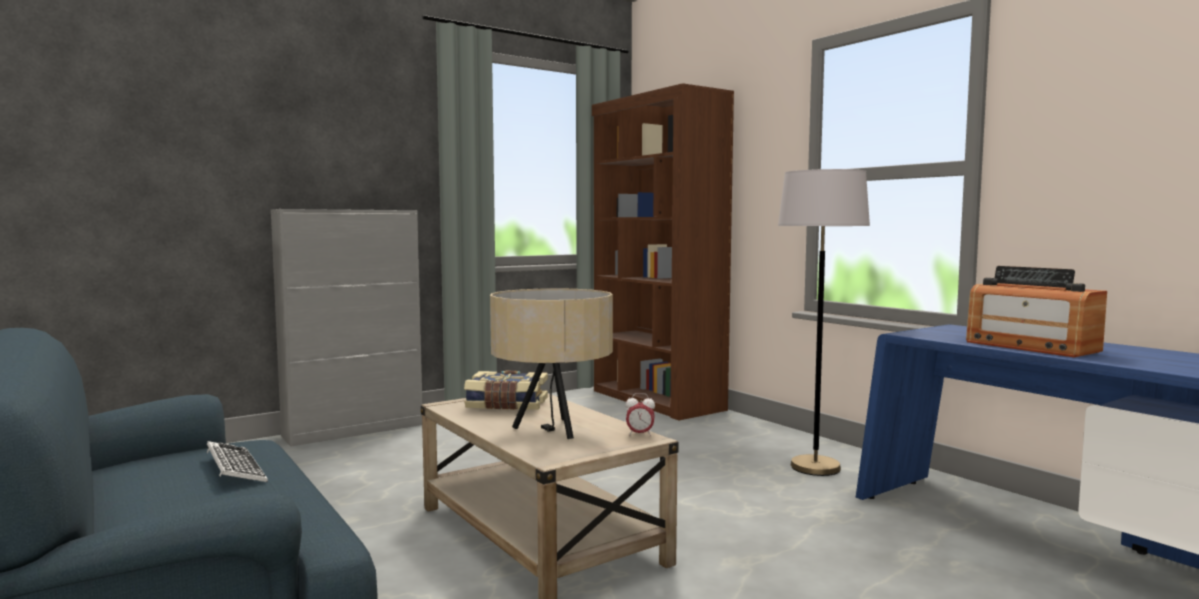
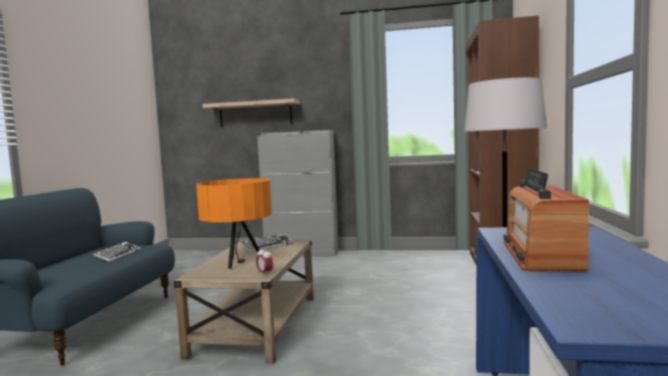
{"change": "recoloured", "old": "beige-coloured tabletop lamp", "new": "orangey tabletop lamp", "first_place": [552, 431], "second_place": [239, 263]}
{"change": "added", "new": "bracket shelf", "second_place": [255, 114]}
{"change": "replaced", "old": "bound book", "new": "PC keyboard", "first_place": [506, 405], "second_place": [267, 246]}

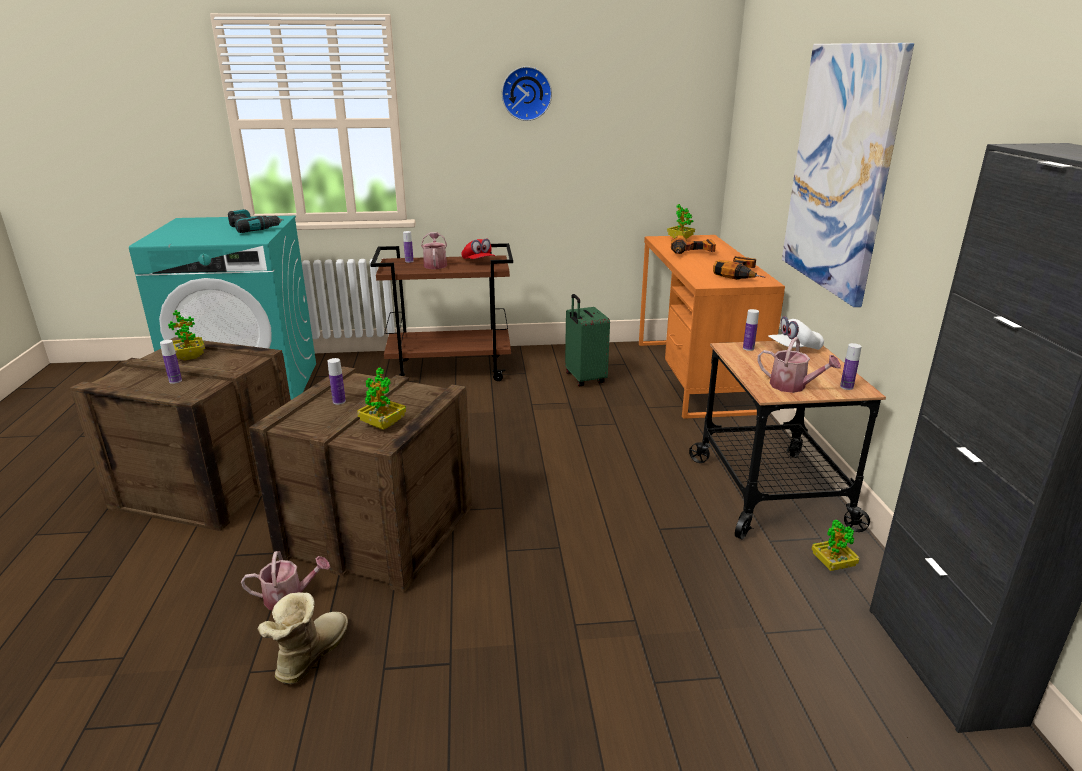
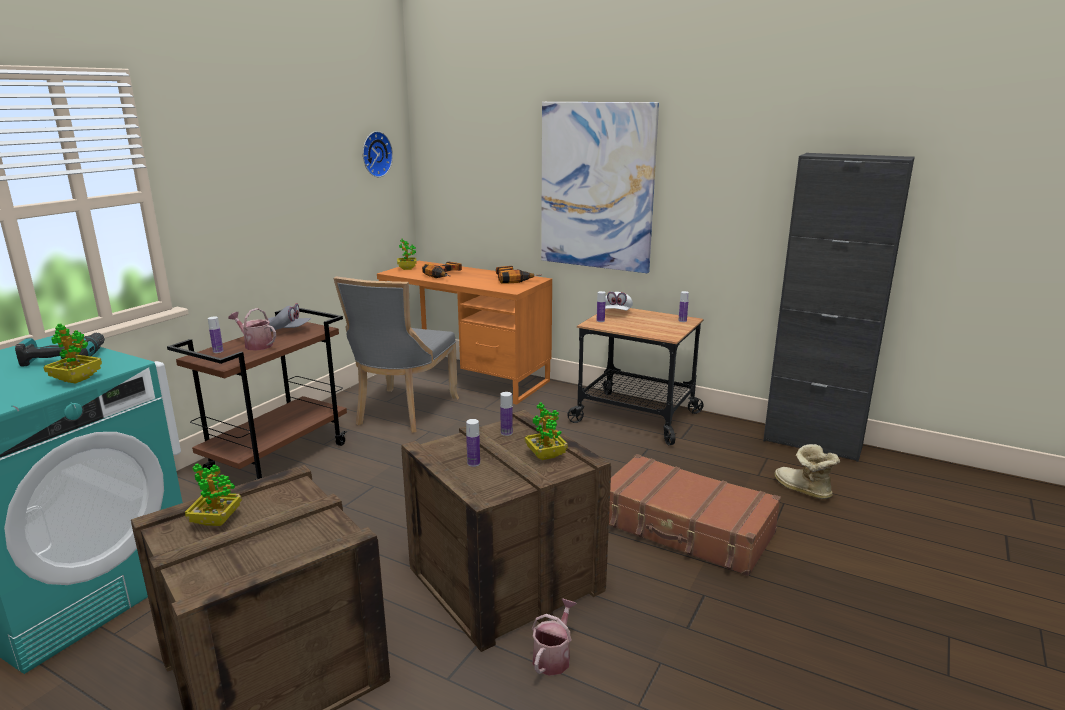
{"change": "moved", "old": "potted plant", "first_place": [832, 565], "second_place": [76, 379]}
{"change": "recoloured", "old": "red baseball cap", "new": "gray baseball cap", "first_place": [478, 262], "second_place": [288, 330]}
{"change": "replaced", "old": "greenish travel case", "new": "gray chair", "first_place": [584, 379], "second_place": [403, 412]}
{"change": "moved", "old": "hanging clock", "first_place": [526, 93], "second_place": [375, 154]}
{"change": "moved", "old": "bottle", "first_place": [175, 381], "second_place": [506, 433]}
{"change": "added", "new": "brown-coloured travel case", "second_place": [685, 528]}
{"change": "moved", "old": "boot", "first_place": [308, 655], "second_place": [802, 490]}
{"change": "removed", "old": "sprinkling can", "first_place": [793, 386]}

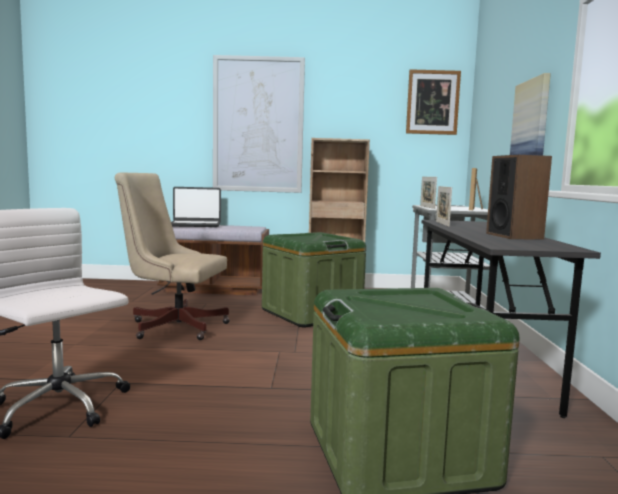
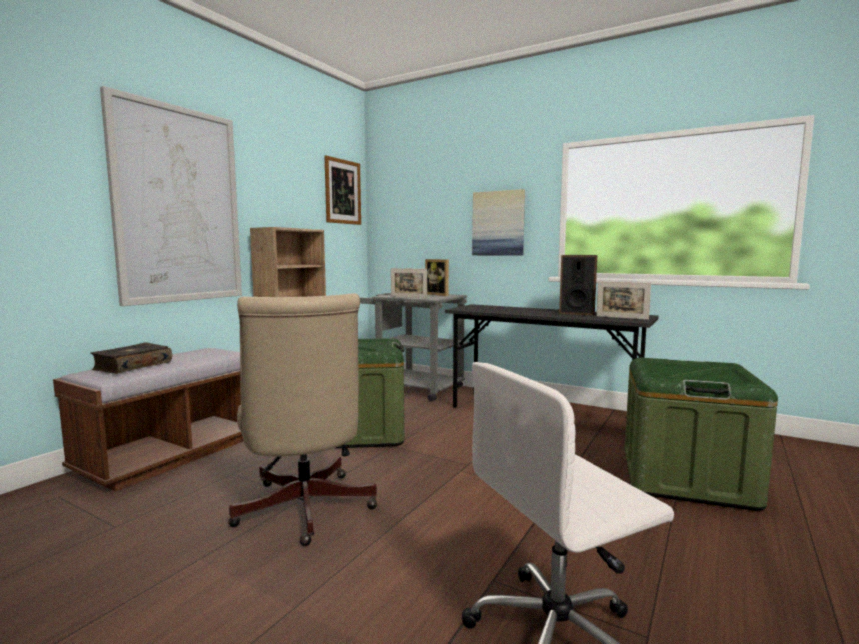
{"change": "replaced", "old": "portable computer", "new": "bound book", "first_place": [195, 225], "second_place": [132, 366]}
{"change": "turned", "old": "beige-coloured desk chair", "first_place": [173, 326], "second_place": [304, 512], "degrees": -60}
{"change": "moved", "old": "standing frame", "first_place": [442, 224], "second_place": [621, 317]}

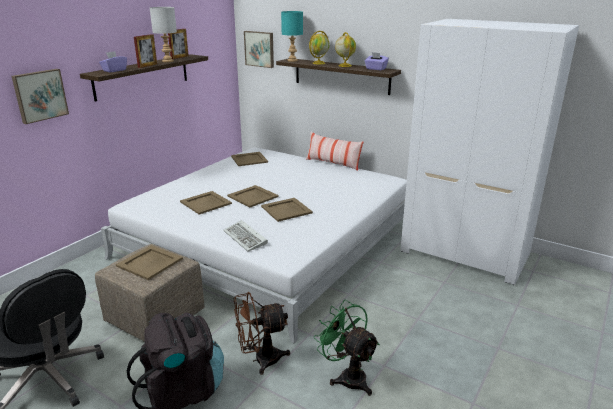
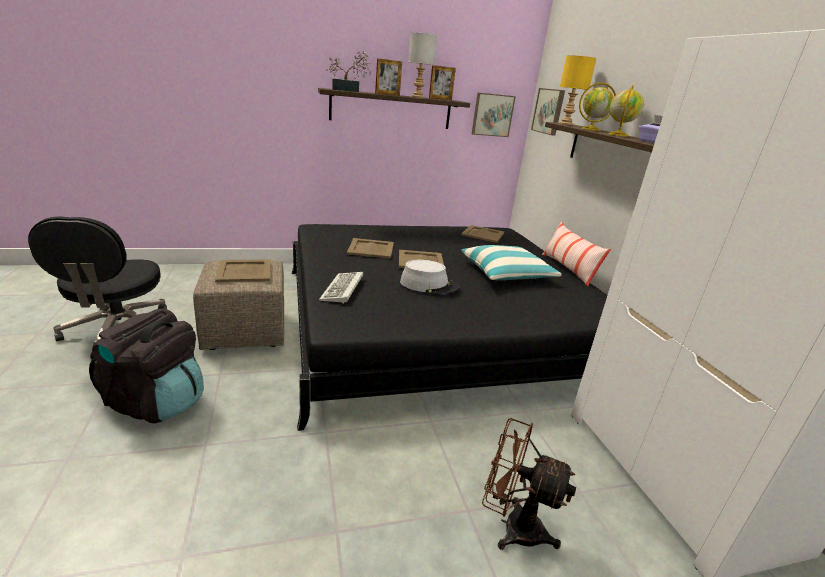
{"change": "recoloured", "old": "whitish bedroom bed", "new": "black-coloured bedroom bed", "first_place": [269, 240], "second_place": [436, 323]}
{"change": "replaced", "old": "purple tissue holder", "new": "potted plant", "first_place": [114, 70], "second_place": [349, 90]}
{"change": "replaced", "old": "beige-coloured carrying tray", "new": "gray hat", "first_place": [286, 209], "second_place": [429, 285]}
{"change": "added", "new": "throw pillow", "second_place": [506, 273]}
{"change": "moved", "old": "wall picture", "first_place": [40, 95], "second_place": [492, 115]}
{"change": "moved", "old": "brown-coloured fan", "first_place": [260, 360], "second_place": [512, 526]}
{"change": "recoloured", "old": "turquoise tabletop lamp", "new": "yellow-coloured tabletop lamp", "first_place": [292, 60], "second_place": [565, 124]}
{"change": "removed", "old": "greenish fan", "first_place": [347, 376]}

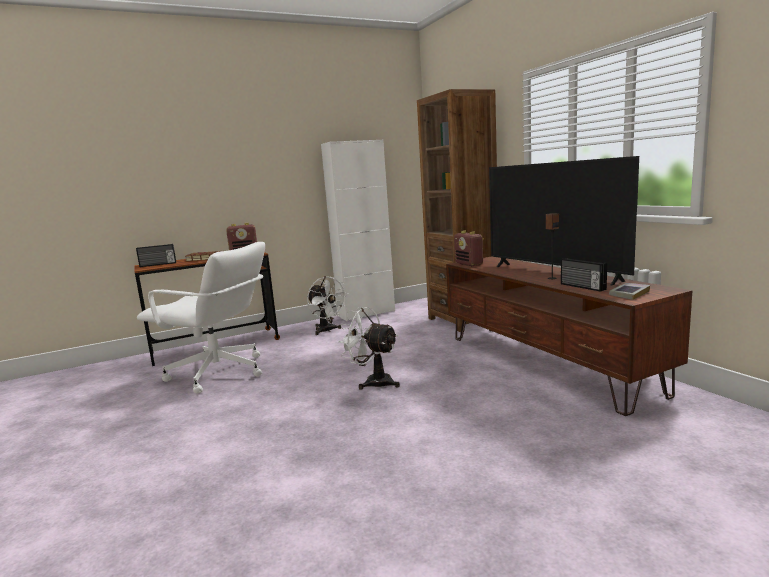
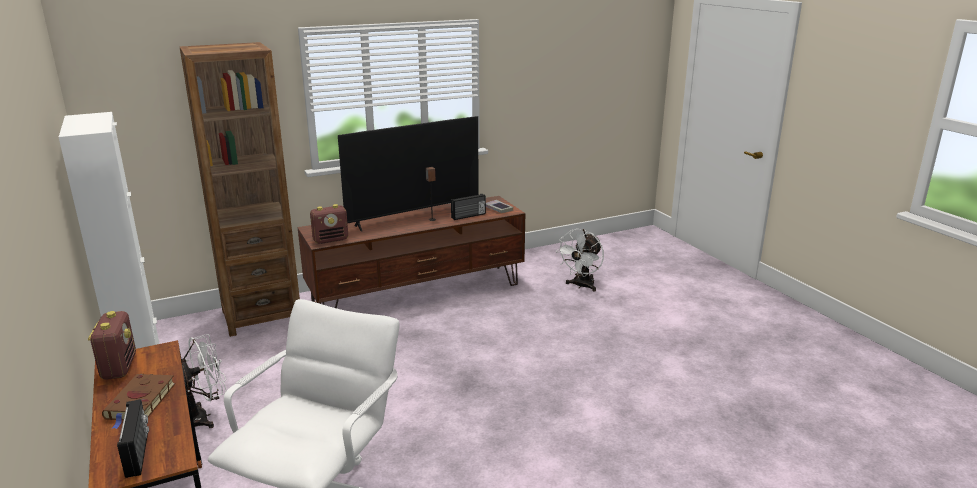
{"change": "moved", "old": "whitish fan", "first_place": [373, 382], "second_place": [581, 286]}

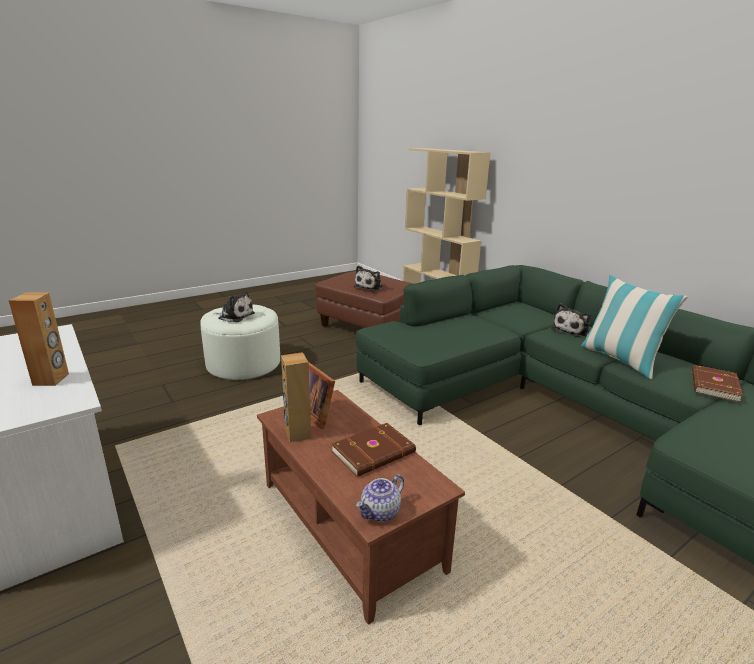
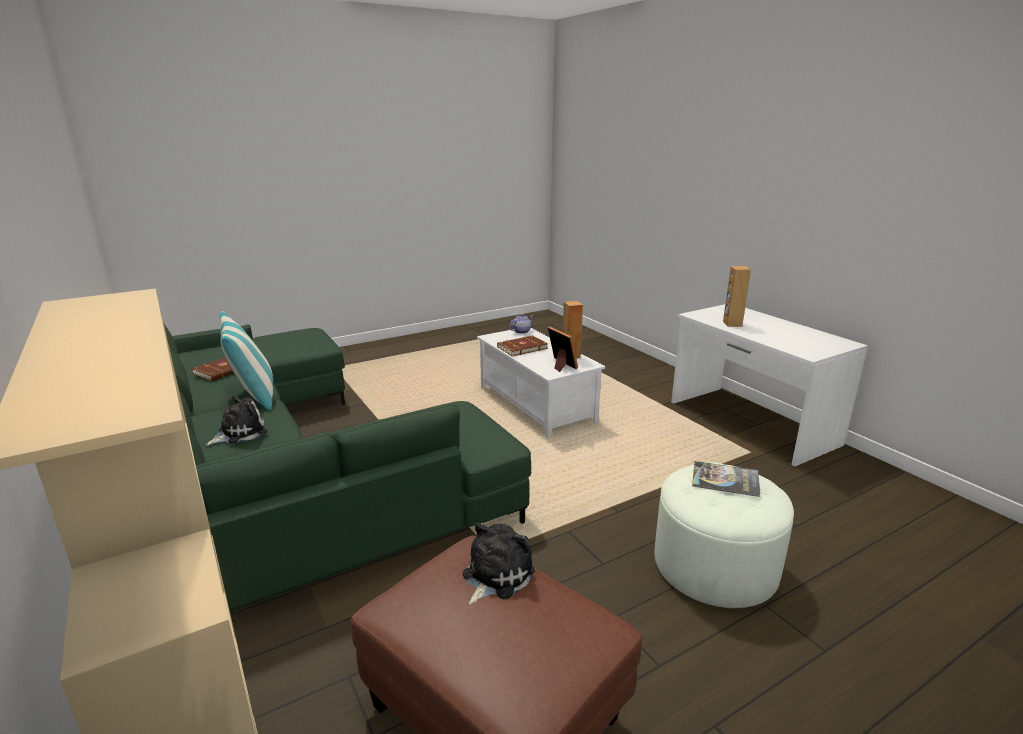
{"change": "recoloured", "old": "brown-coloured lounge table", "new": "whitish lounge table", "first_place": [351, 524], "second_place": [535, 405]}
{"change": "replaced", "old": "soft toy", "new": "bound book", "first_place": [235, 316], "second_place": [725, 479]}

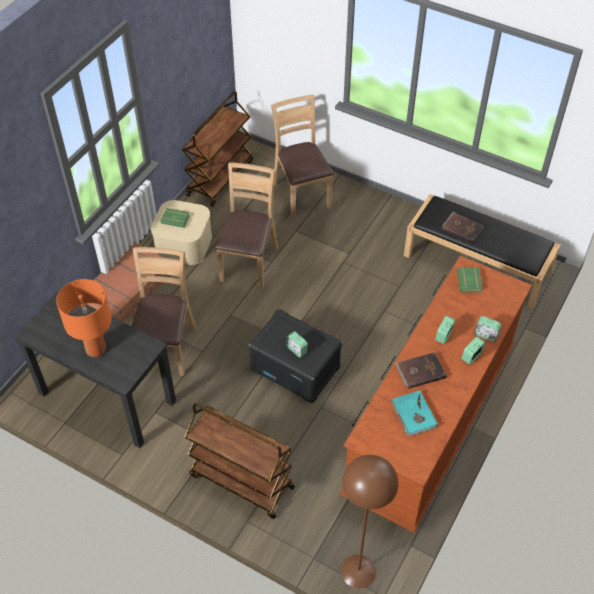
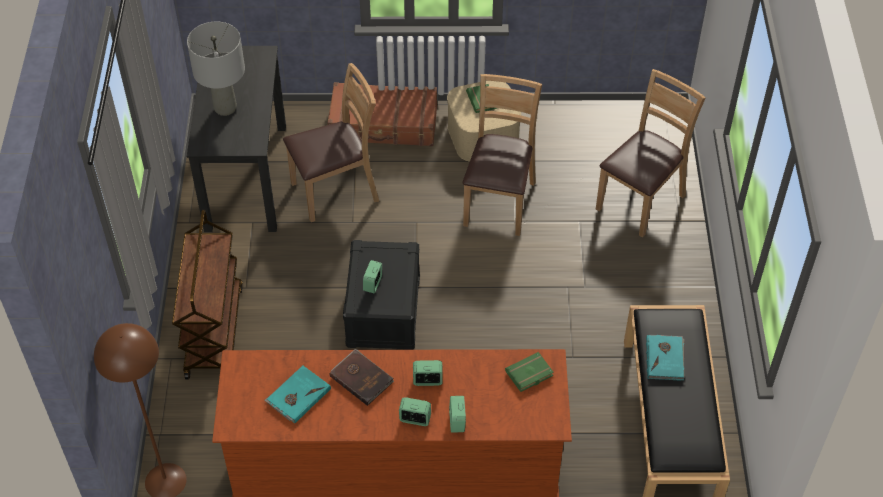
{"change": "recoloured", "old": "orangey tabletop lamp", "new": "gray tabletop lamp", "first_place": [96, 349], "second_place": [225, 108]}
{"change": "turned", "old": "brown-coloured chair", "first_place": [249, 263], "second_place": [499, 202], "degrees": -60}
{"change": "recoloured", "old": "brown-coloured bound book", "new": "turquoise bound book", "first_place": [462, 228], "second_place": [665, 359]}
{"change": "removed", "old": "brown-coloured trolley", "first_place": [220, 177]}

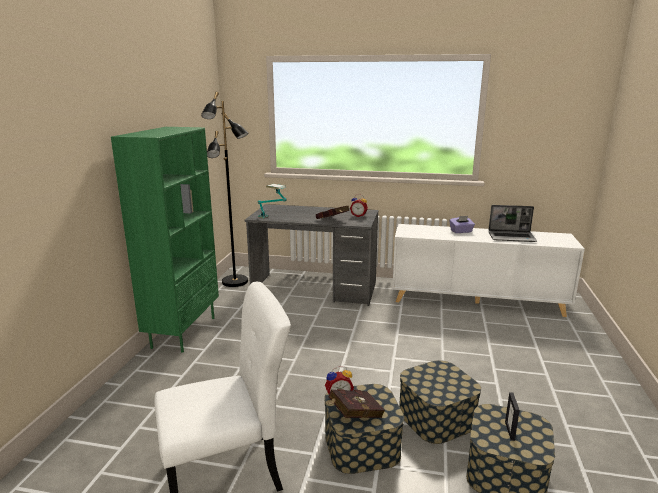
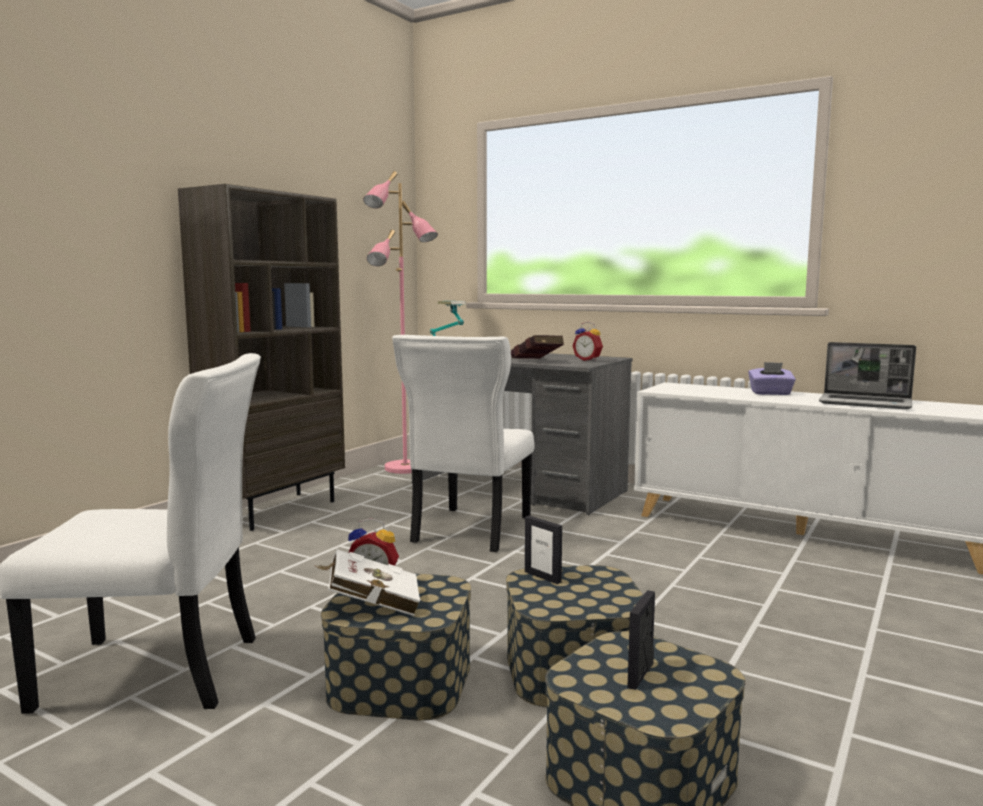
{"change": "recoloured", "old": "greenish bookcase", "new": "brown-coloured bookcase", "first_place": [183, 332], "second_place": [276, 510]}
{"change": "recoloured", "old": "red bound book", "new": "whitish bound book", "first_place": [353, 415], "second_place": [370, 605]}
{"change": "recoloured", "old": "black-coloured standard lamp", "new": "pink-coloured standard lamp", "first_place": [235, 282], "second_place": [405, 469]}
{"change": "added", "new": "whitish chair", "second_place": [469, 531]}
{"change": "added", "new": "standing frame", "second_place": [543, 577]}

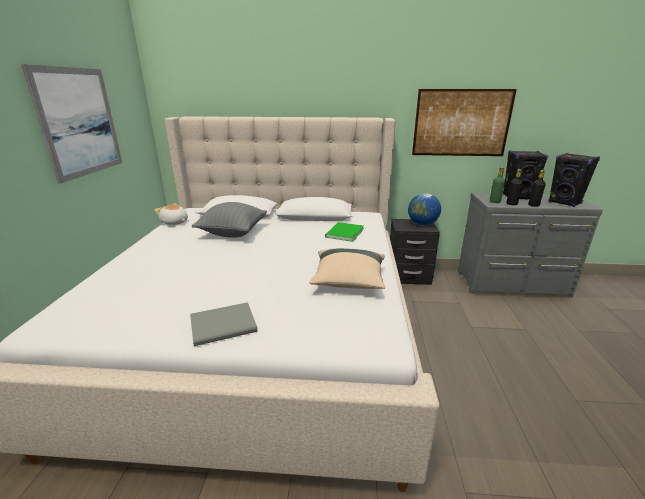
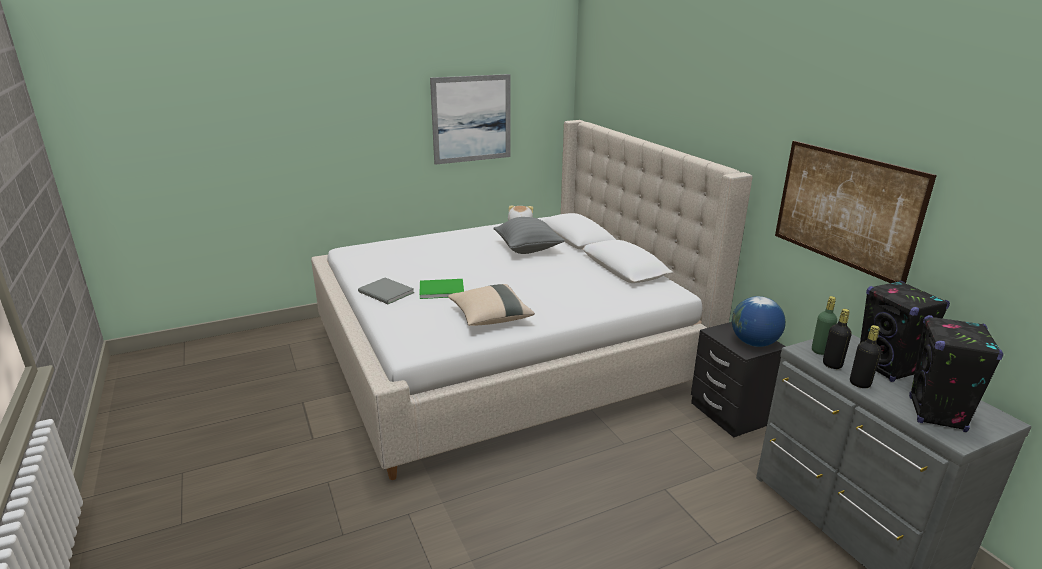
{"change": "moved", "old": "greenish bound book", "first_place": [343, 233], "second_place": [440, 290]}

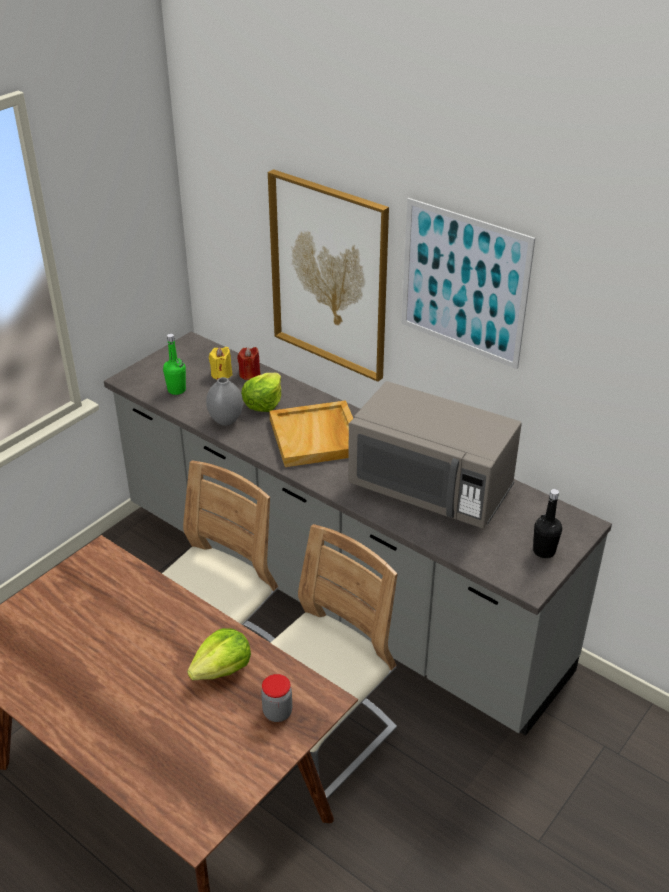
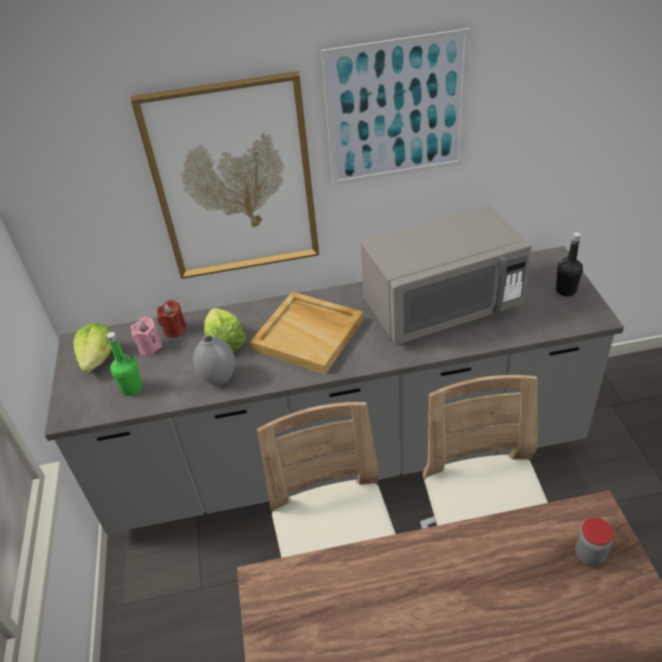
{"change": "moved", "old": "lettuce", "first_place": [222, 669], "second_place": [98, 359]}
{"change": "recoloured", "old": "yellow-coloured wax light", "new": "pink-coloured wax light", "first_place": [221, 374], "second_place": [150, 347]}

